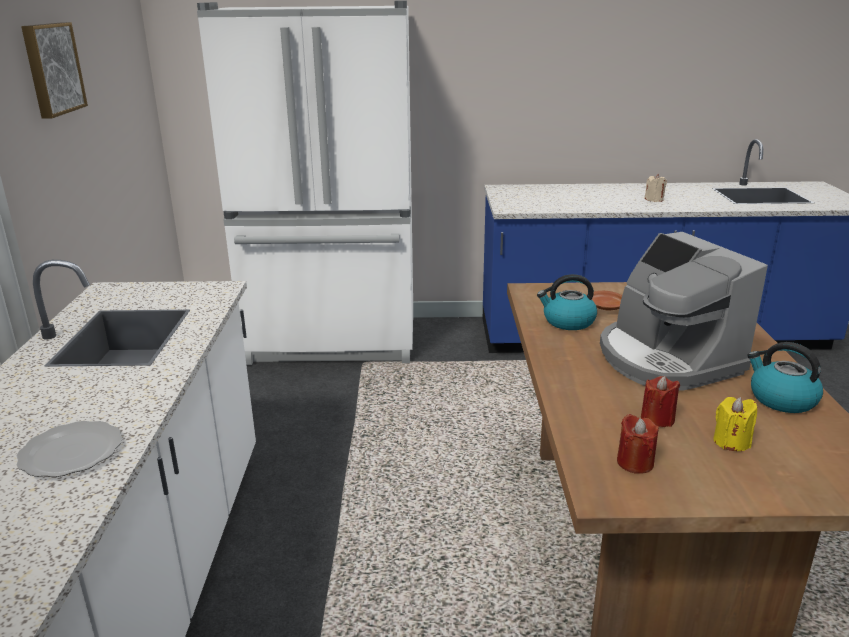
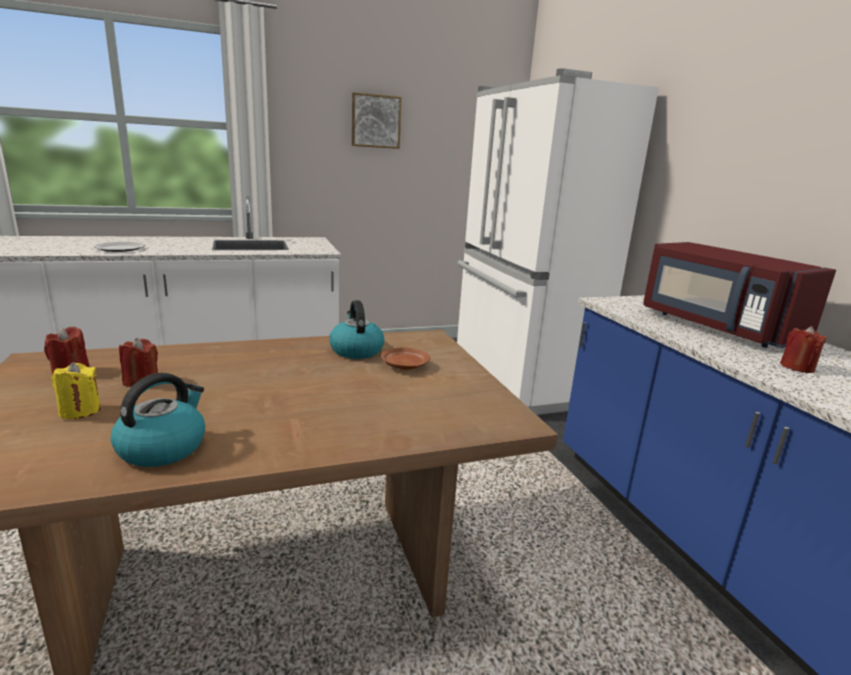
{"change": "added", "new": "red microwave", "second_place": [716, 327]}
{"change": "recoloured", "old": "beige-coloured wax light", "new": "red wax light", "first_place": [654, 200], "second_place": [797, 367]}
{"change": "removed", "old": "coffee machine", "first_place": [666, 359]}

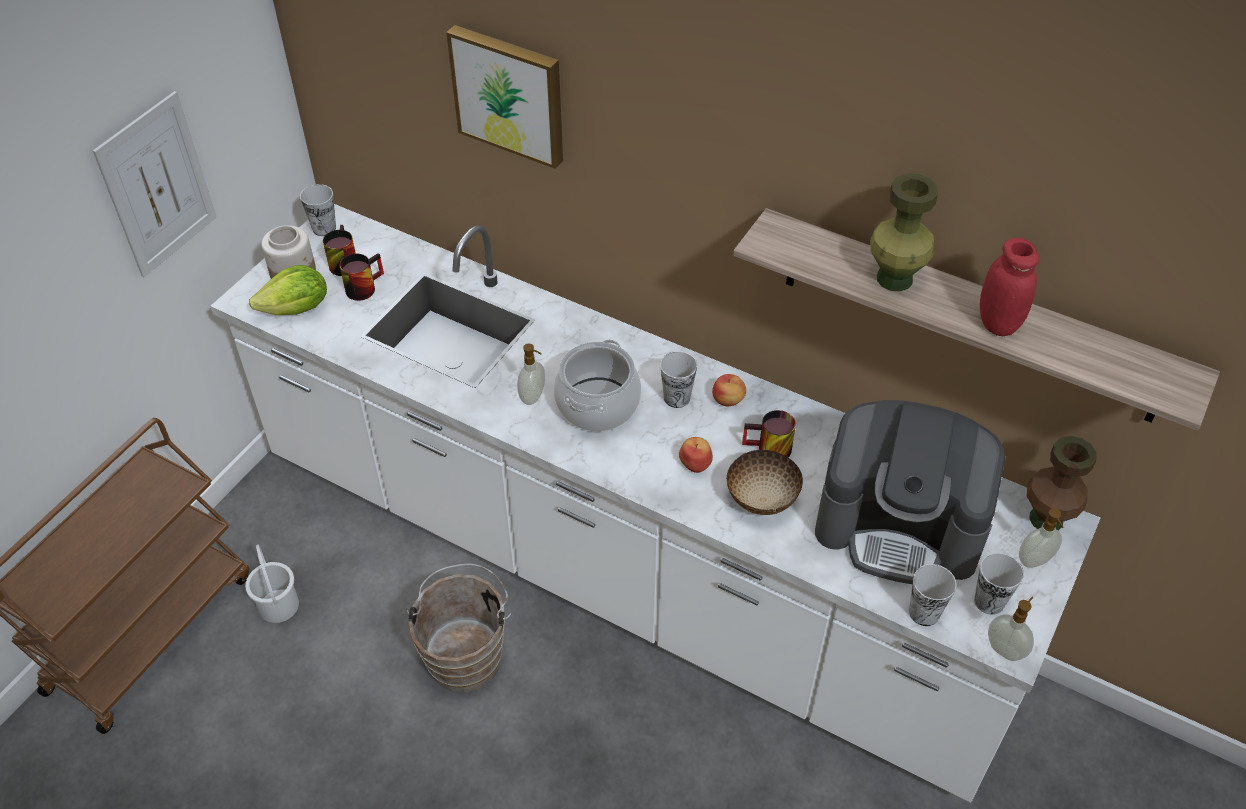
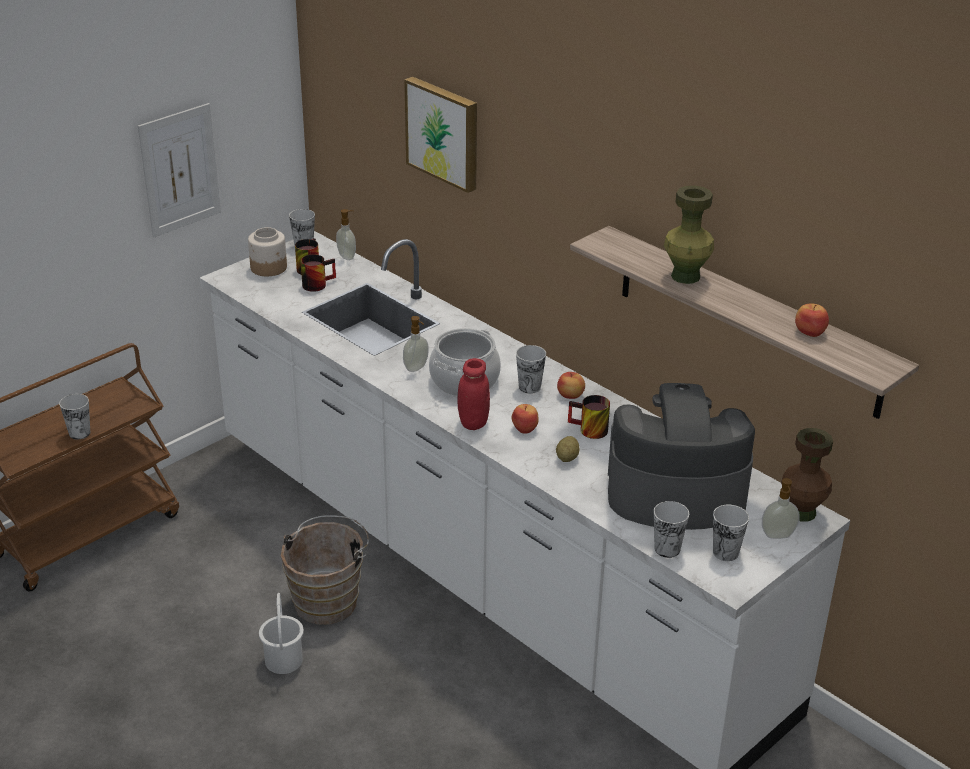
{"change": "added", "new": "drinking cup", "second_place": [79, 433]}
{"change": "moved", "old": "whitish bucket", "first_place": [278, 606], "second_place": [283, 660]}
{"change": "moved", "old": "soap bottle", "first_place": [1005, 649], "second_place": [347, 256]}
{"change": "moved", "old": "red preserve jar", "first_place": [998, 323], "second_place": [473, 423]}
{"change": "replaced", "old": "bowl", "new": "spud", "first_place": [760, 499], "second_place": [567, 458]}
{"change": "turned", "old": "coffee machine", "first_place": [900, 524], "second_place": [674, 493], "degrees": 150}
{"change": "added", "new": "apple fruit", "second_place": [810, 331]}
{"change": "removed", "old": "lettuce", "first_place": [297, 309]}

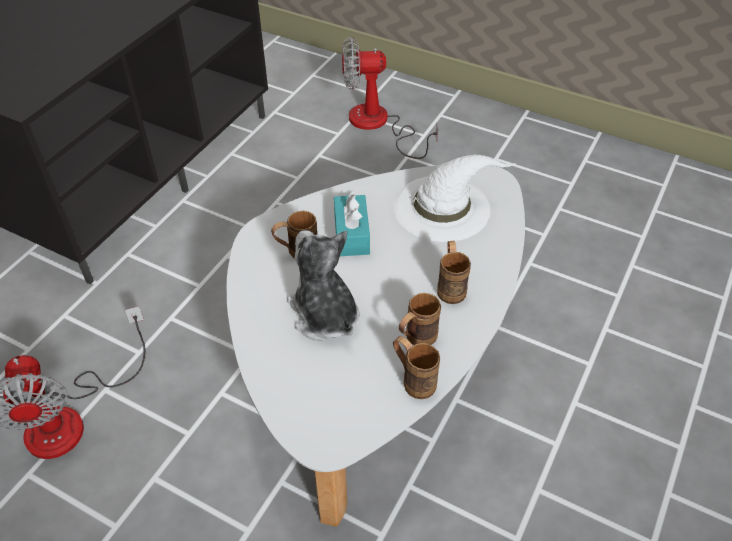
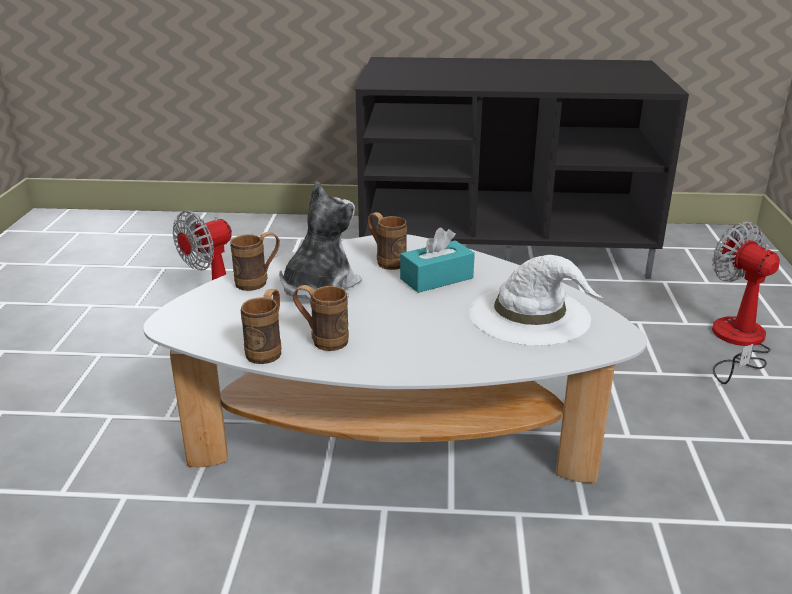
{"change": "moved", "old": "brown-coloured mug", "first_place": [450, 287], "second_place": [258, 282]}

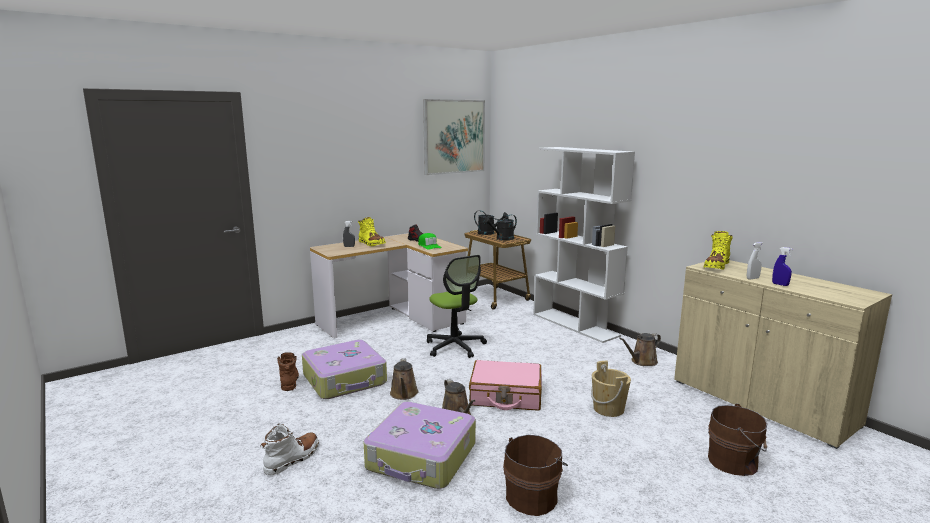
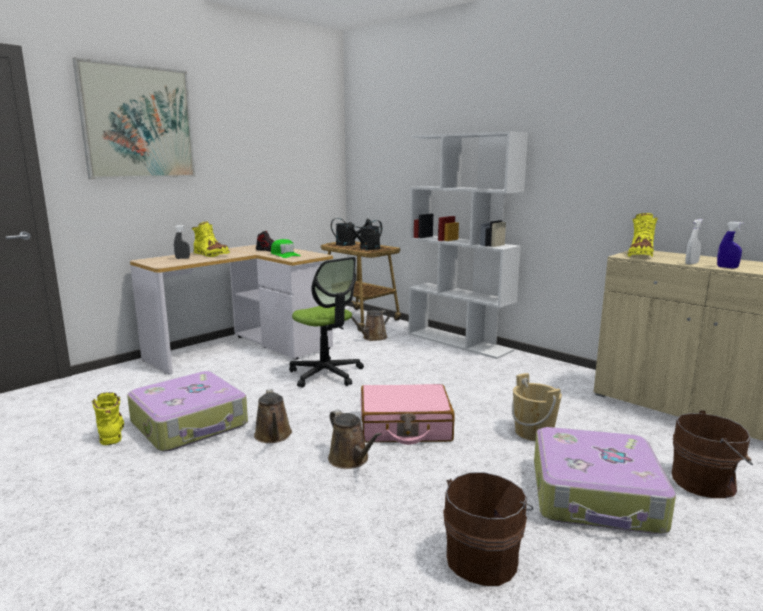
{"change": "moved", "old": "wall picture", "first_place": [454, 136], "second_place": [138, 123]}
{"change": "recoloured", "old": "brown-coloured boot", "new": "yellow-coloured boot", "first_place": [289, 380], "second_place": [110, 431]}
{"change": "moved", "old": "brown-coloured sprinkling can", "first_place": [642, 362], "second_place": [372, 338]}
{"change": "moved", "old": "travel case", "first_place": [422, 457], "second_place": [596, 496]}
{"change": "removed", "old": "whitish boot", "first_place": [293, 459]}

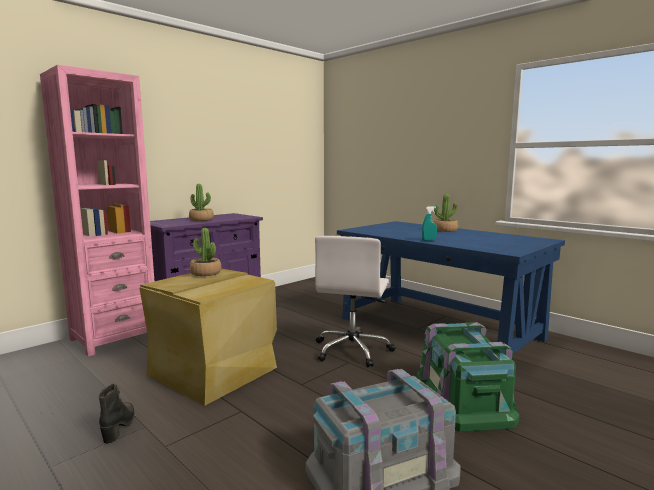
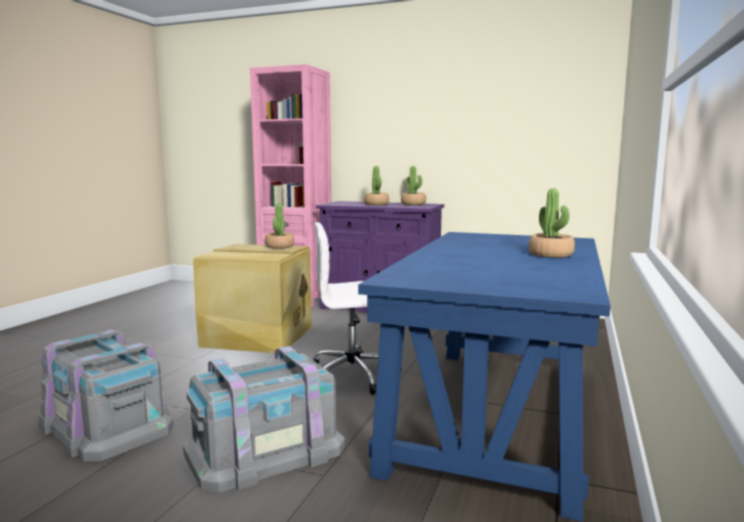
{"change": "recoloured", "old": "greenish storage bin", "new": "gray storage bin", "first_place": [463, 398], "second_place": [265, 451]}
{"change": "added", "new": "potted plant", "second_place": [413, 204]}
{"change": "removed", "old": "black-coloured boot", "first_place": [119, 426]}
{"change": "removed", "old": "turquoise hand sprayer", "first_place": [429, 240]}

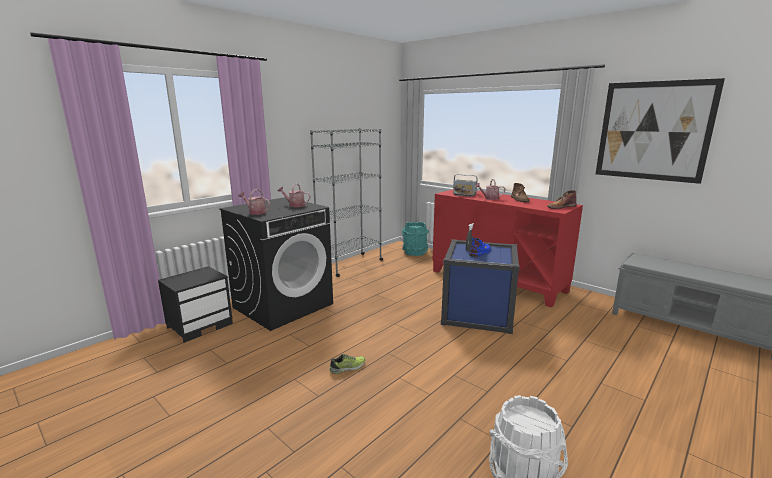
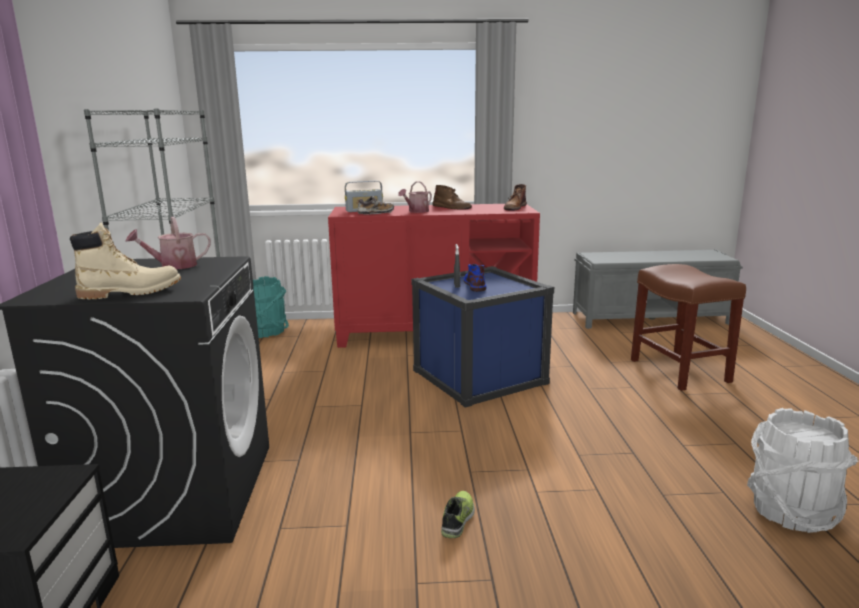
{"change": "replaced", "old": "sprinkling can", "new": "beige-coloured boot", "first_place": [255, 212], "second_place": [131, 292]}
{"change": "added", "new": "brown-coloured sitting stool", "second_place": [678, 370]}
{"change": "removed", "old": "wall picture", "first_place": [653, 131]}

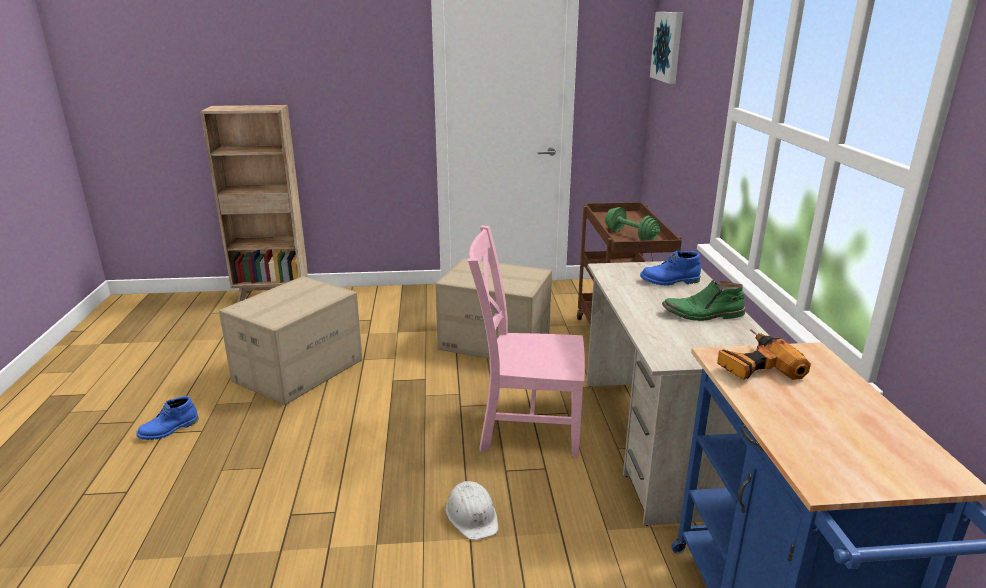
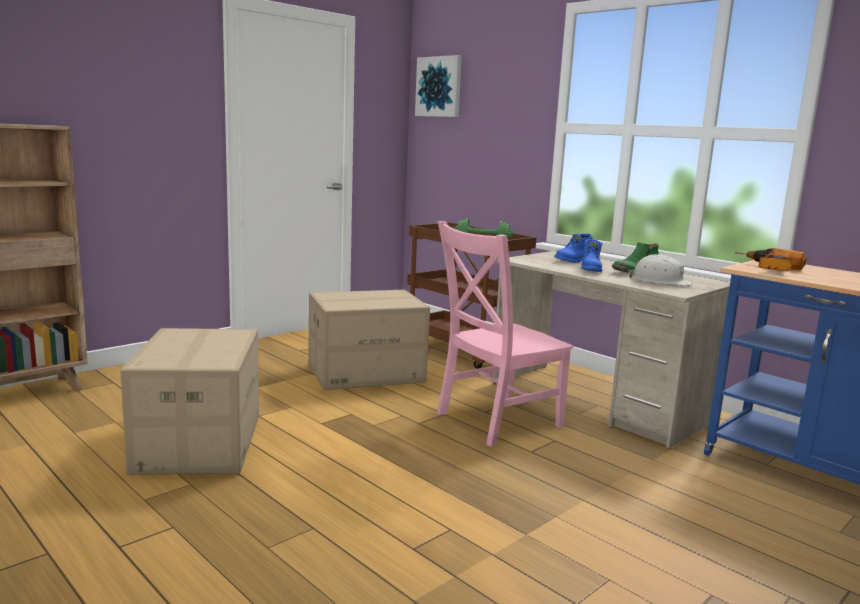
{"change": "moved", "old": "blue-coloured boot", "first_place": [169, 430], "second_place": [591, 269]}
{"change": "moved", "old": "whitish hard hat", "first_place": [472, 515], "second_place": [660, 281]}

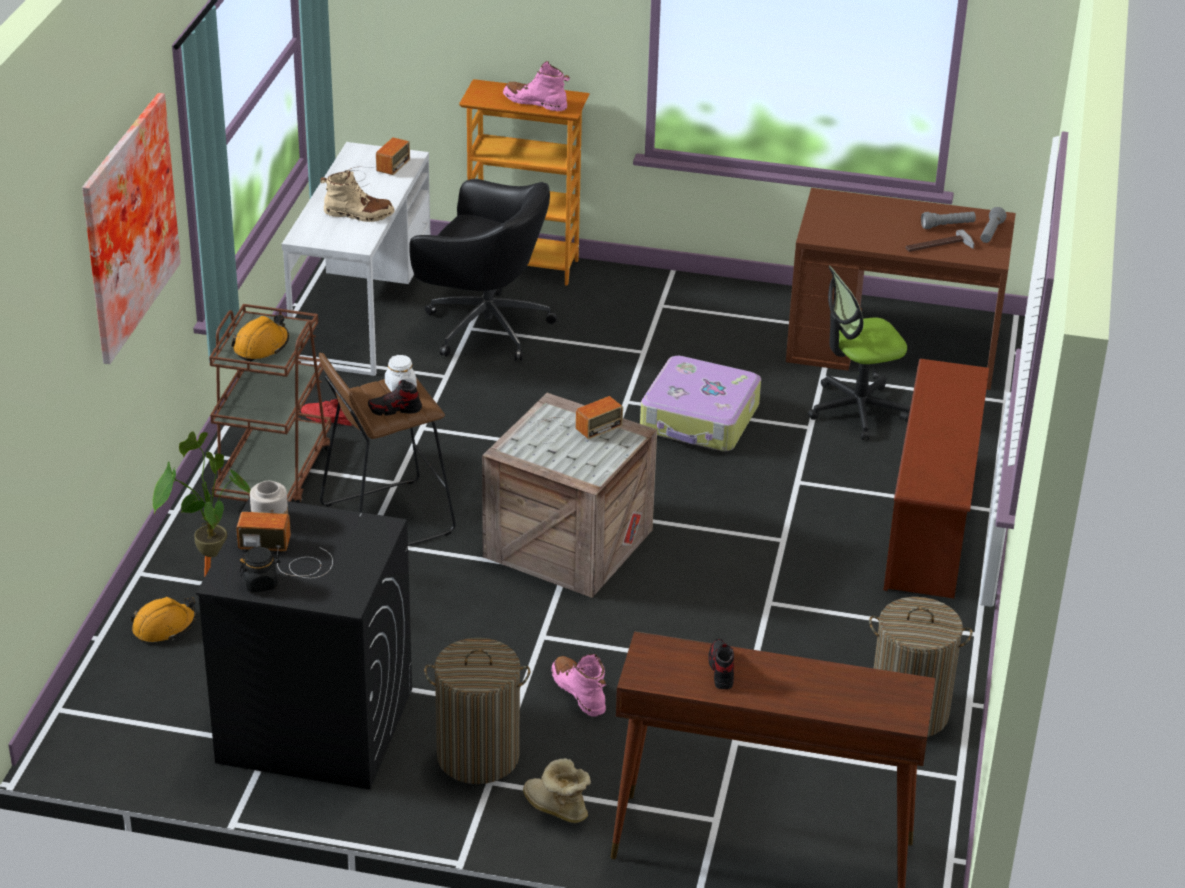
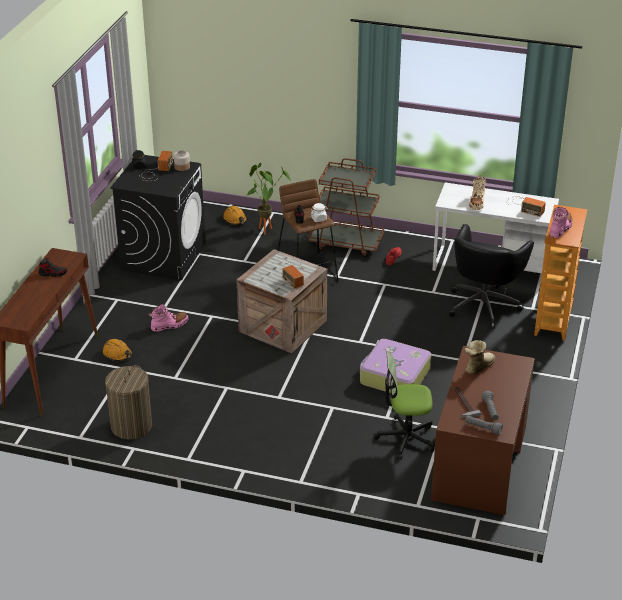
{"change": "moved", "old": "orangey hard hat", "first_place": [261, 346], "second_place": [117, 354]}
{"change": "turned", "old": "desk chair", "first_place": [856, 409], "second_place": [405, 438], "degrees": -75}
{"change": "moved", "old": "boot", "first_place": [555, 809], "second_place": [477, 366]}
{"change": "removed", "old": "wall picture", "first_place": [123, 225]}
{"change": "removed", "old": "laundry basket", "first_place": [477, 756]}
{"change": "removed", "old": "brown-coloured shoe rack", "first_place": [932, 524]}

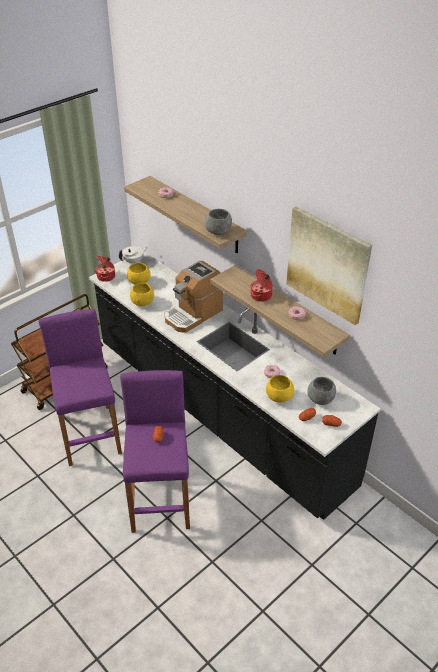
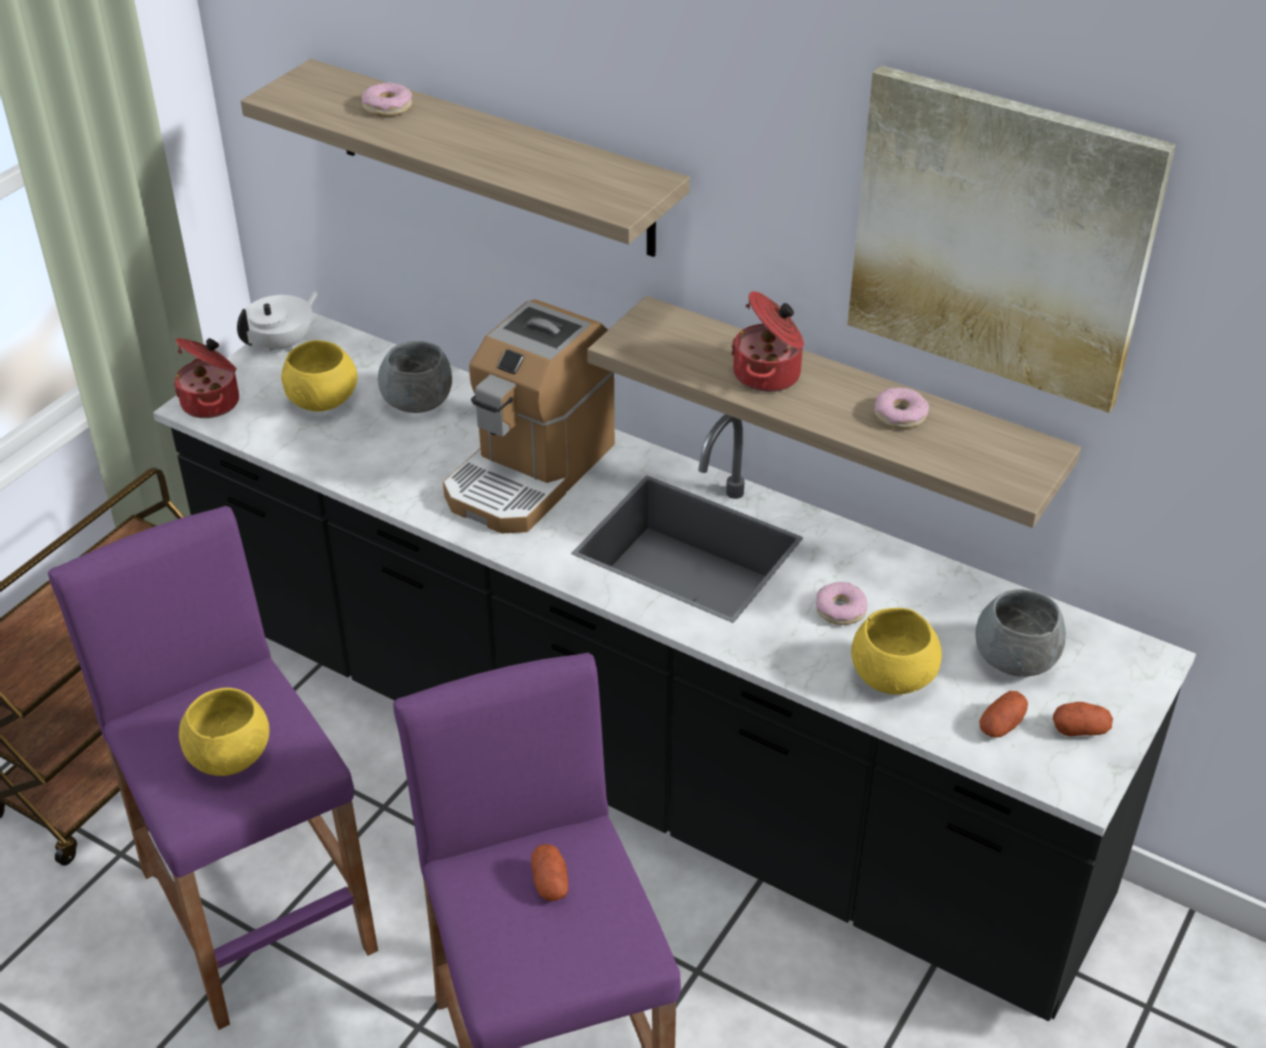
{"change": "moved", "old": "yellow-coloured bowl", "first_place": [142, 302], "second_place": [229, 757]}
{"change": "moved", "old": "gray bowl", "first_place": [218, 232], "second_place": [418, 403]}

